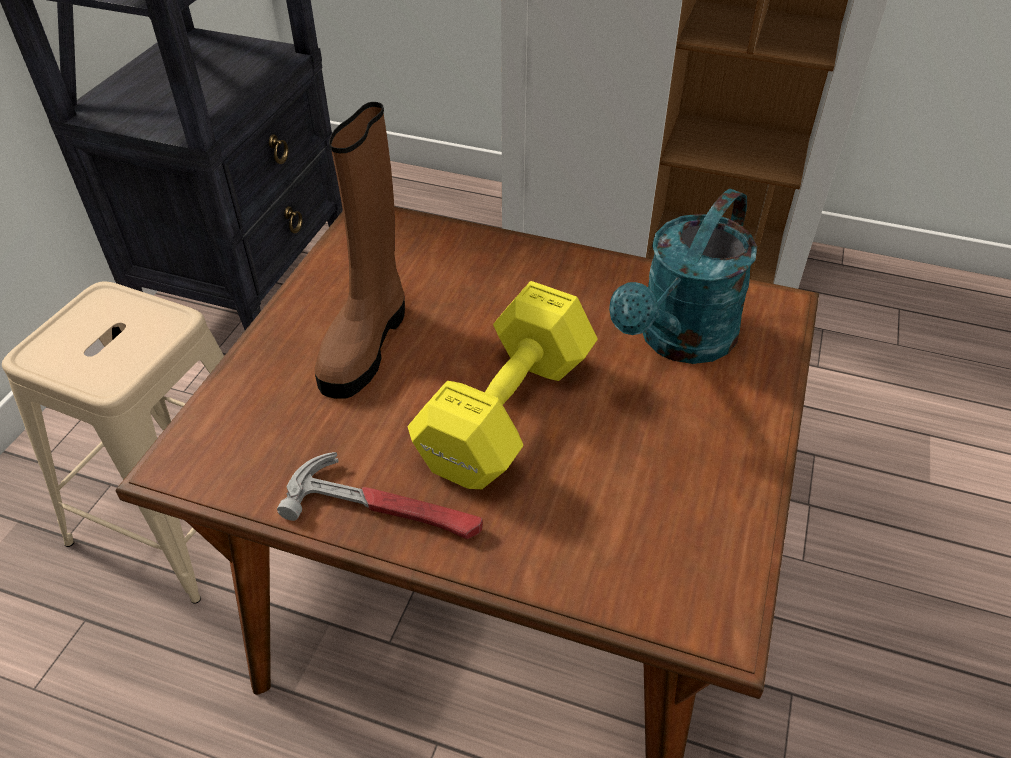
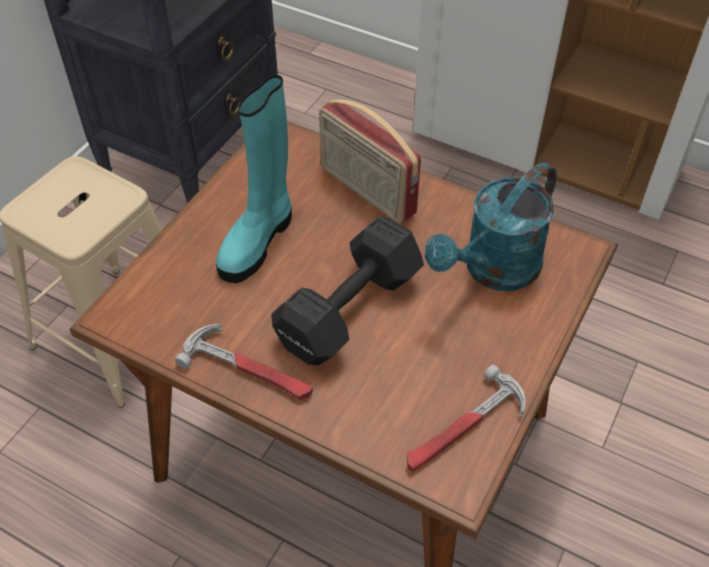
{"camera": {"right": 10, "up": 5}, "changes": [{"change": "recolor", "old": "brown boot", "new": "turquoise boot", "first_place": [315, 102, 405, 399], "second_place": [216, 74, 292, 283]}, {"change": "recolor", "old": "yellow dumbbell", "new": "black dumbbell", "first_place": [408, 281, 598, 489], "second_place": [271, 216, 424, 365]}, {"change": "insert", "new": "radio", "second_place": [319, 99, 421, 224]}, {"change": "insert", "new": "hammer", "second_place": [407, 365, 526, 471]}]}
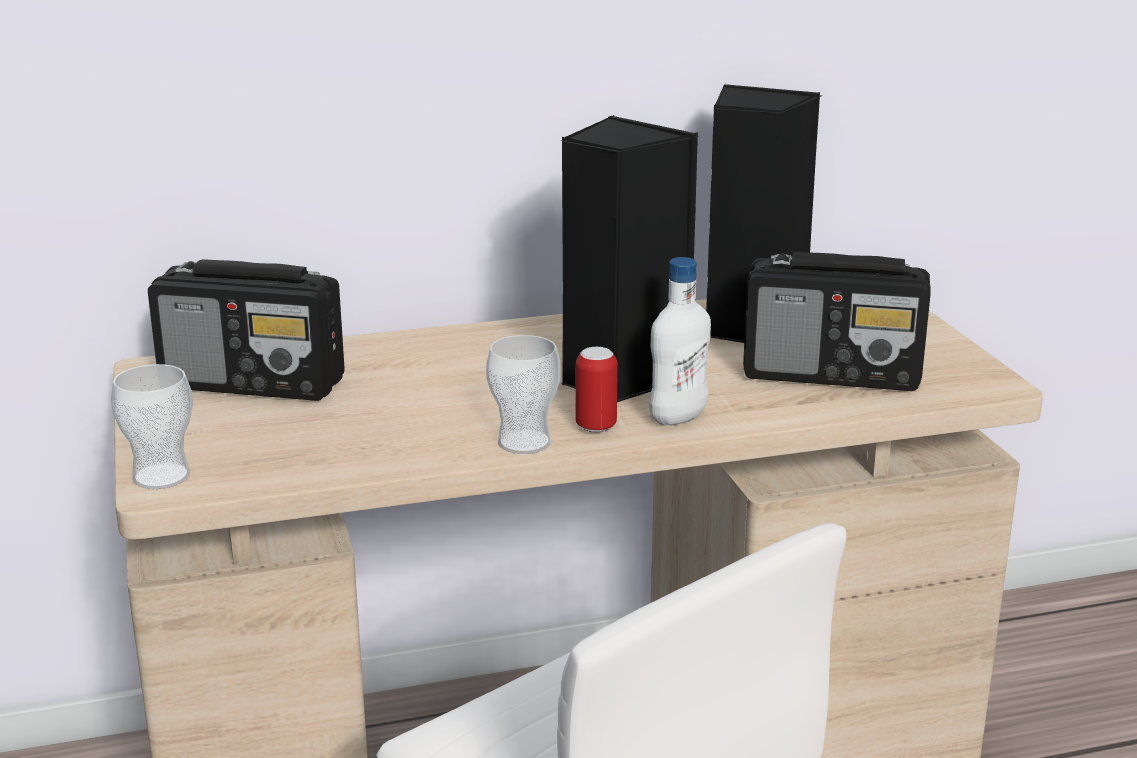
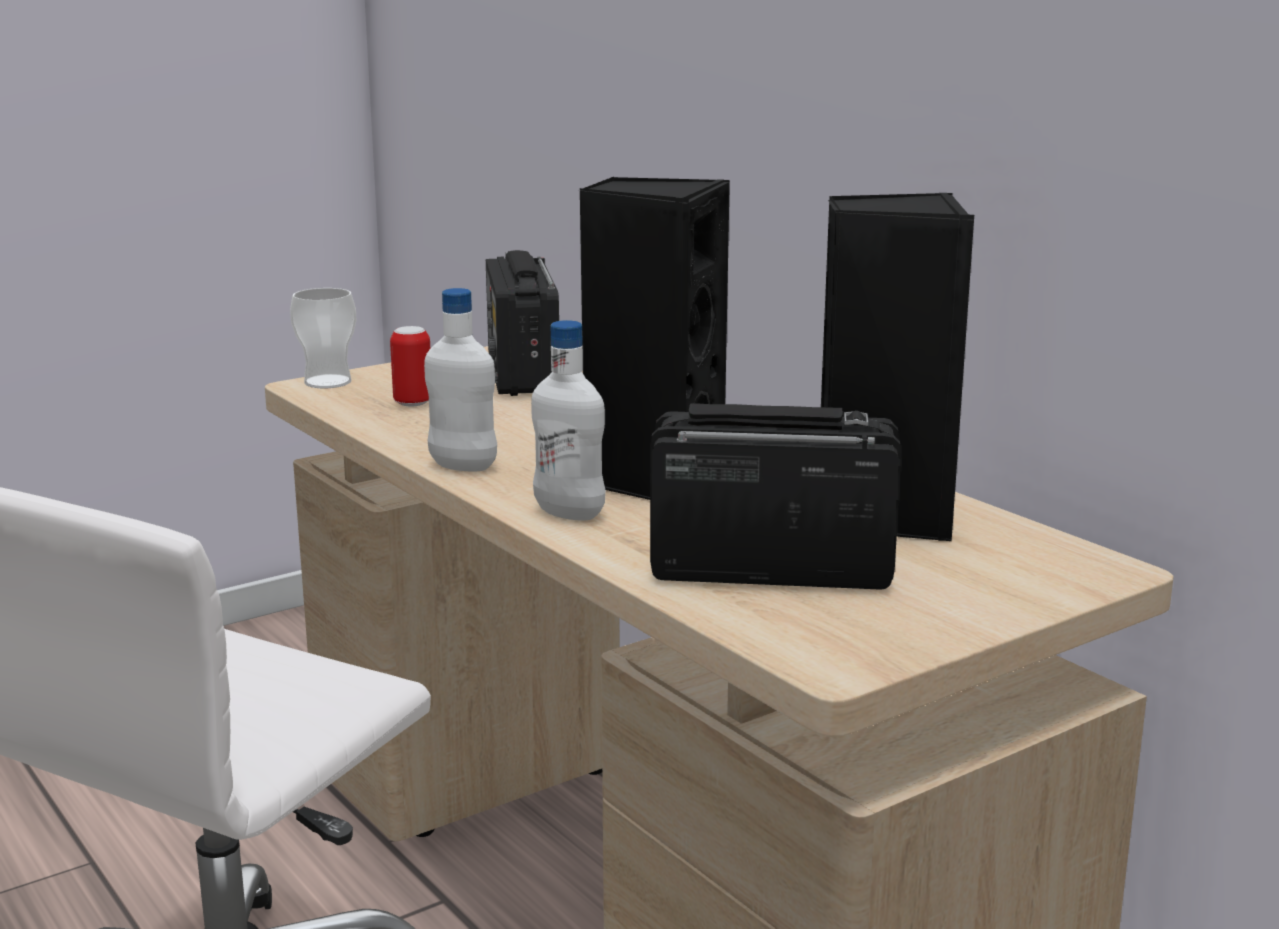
{"camera": {"right": 70, "up": -5}, "changes": [{"change": "replace", "old": "cup", "new": "white bottle", "first_place": [486, 335, 561, 454], "second_place": [424, 288, 497, 472]}, {"change": "move", "old": "can", "first_place": [576, 347, 618, 433], "second_place": [390, 326, 430, 406]}, {"change": "rotate", "old": "radio", "first_place": [743, 252, 931, 391], "second_place": [650, 404, 901, 590], "degrees": 105}]}
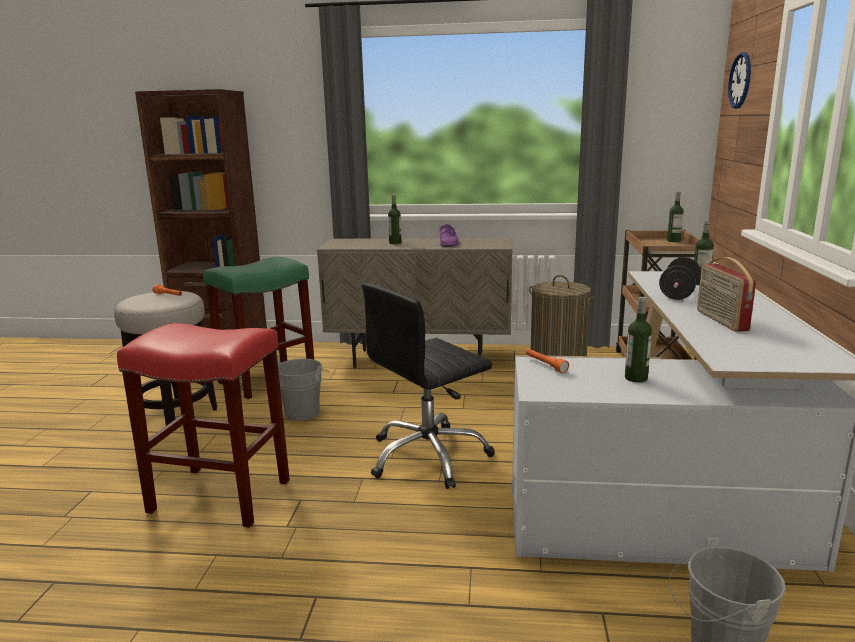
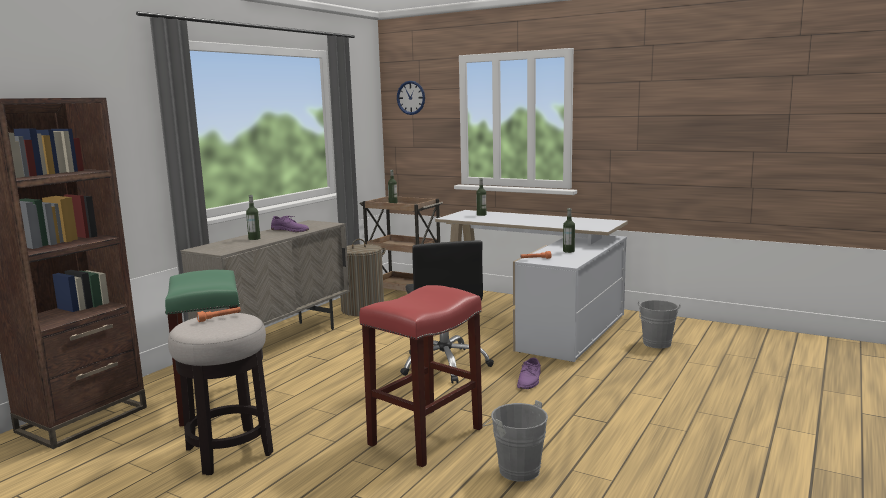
{"camera": {"right": -65, "up": -5}, "changes": [{"change": "move", "old": "grey bucket", "first_place": [277, 358, 329, 421], "second_place": [483, 400, 548, 482]}, {"change": "delete", "old": "black dumbbell", "first_place": [659, 257, 701, 300]}, {"change": "delete", "old": "radio", "first_place": [697, 257, 756, 332]}, {"change": "insert", "new": "purple shoe", "second_place": [517, 358, 541, 389]}]}
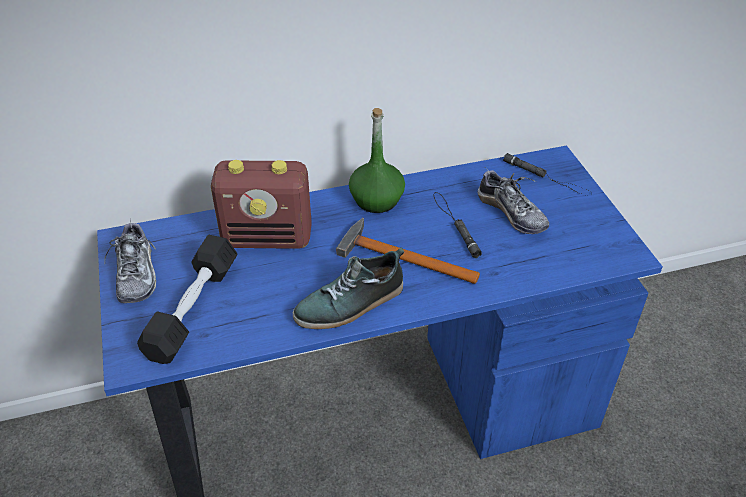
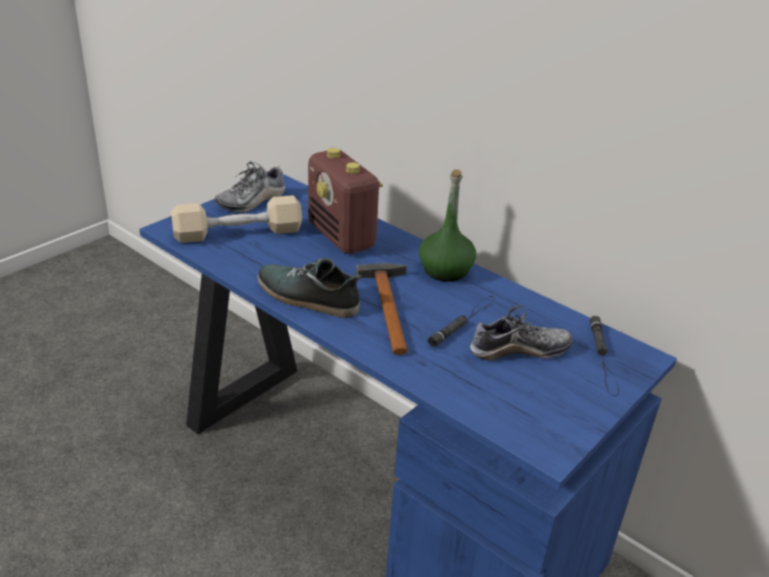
{"camera": {"right": 55, "up": -10}, "changes": [{"change": "recolor", "old": "black dumbbell", "new": "beige dumbbell", "first_place": [137, 235, 238, 364], "second_place": [171, 195, 302, 243]}, {"change": "rotate", "old": "shoe", "first_place": [478, 168, 549, 234], "second_place": [470, 304, 572, 361], "degrees": -120}]}
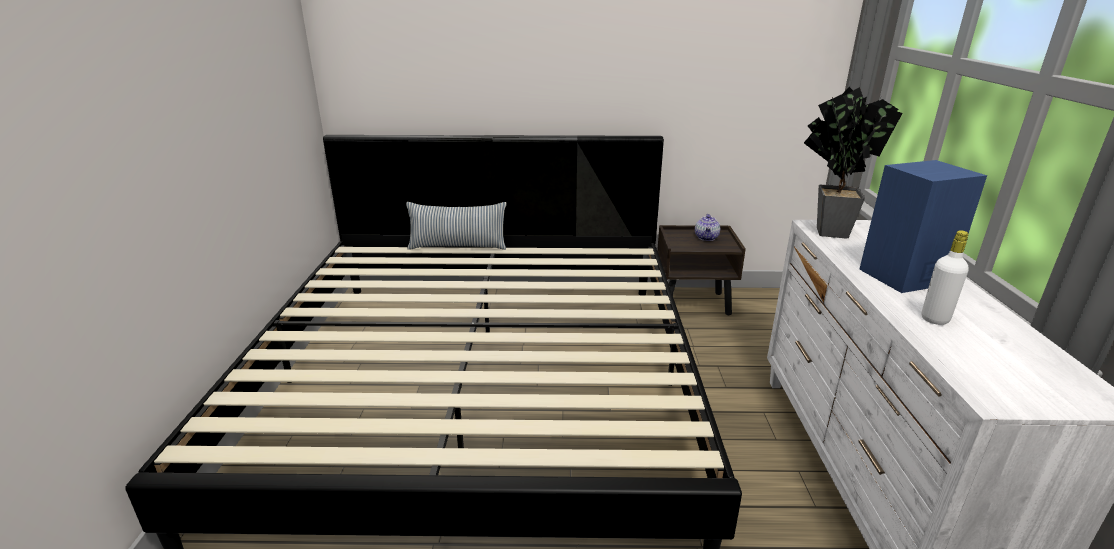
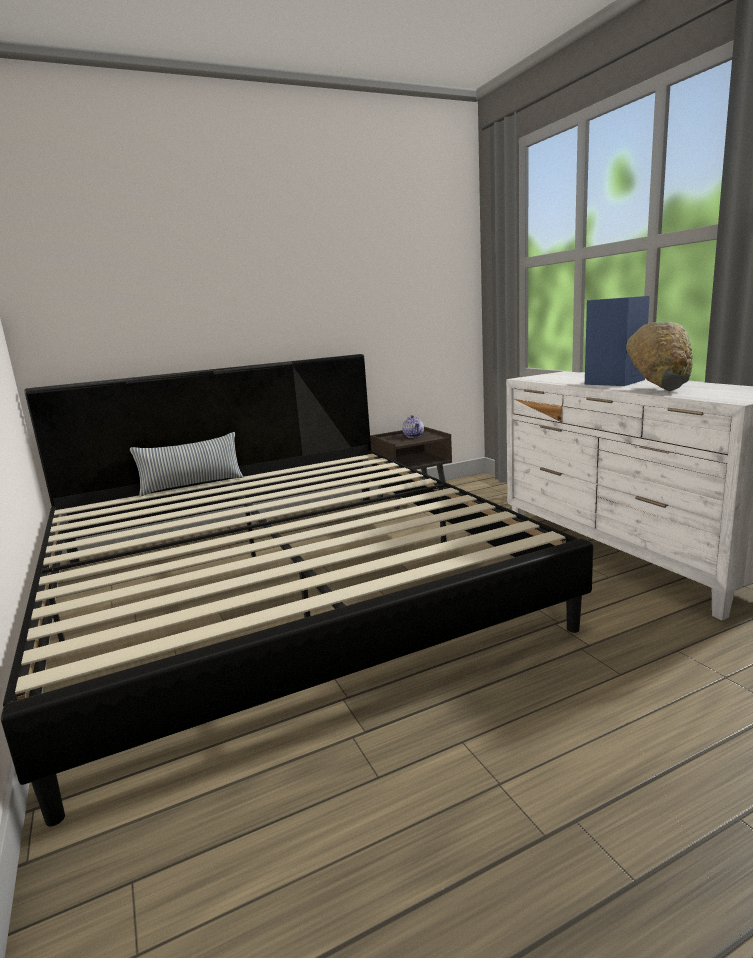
{"camera": {"right": -25, "up": -10}, "changes": [{"change": "delete", "old": "potted plant", "first_place": [804, 87, 903, 239]}, {"change": "replace", "old": "white bottle", "new": "grey bowl", "first_place": [922, 230, 969, 325], "second_place": [626, 322, 693, 391]}]}
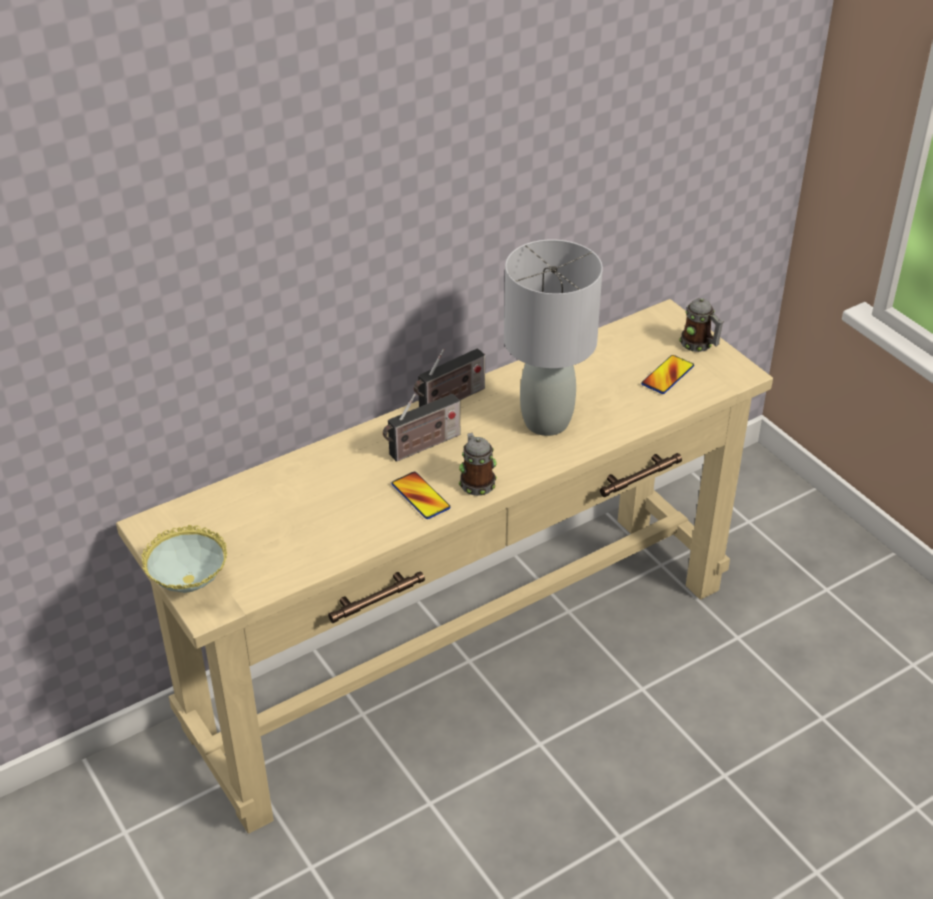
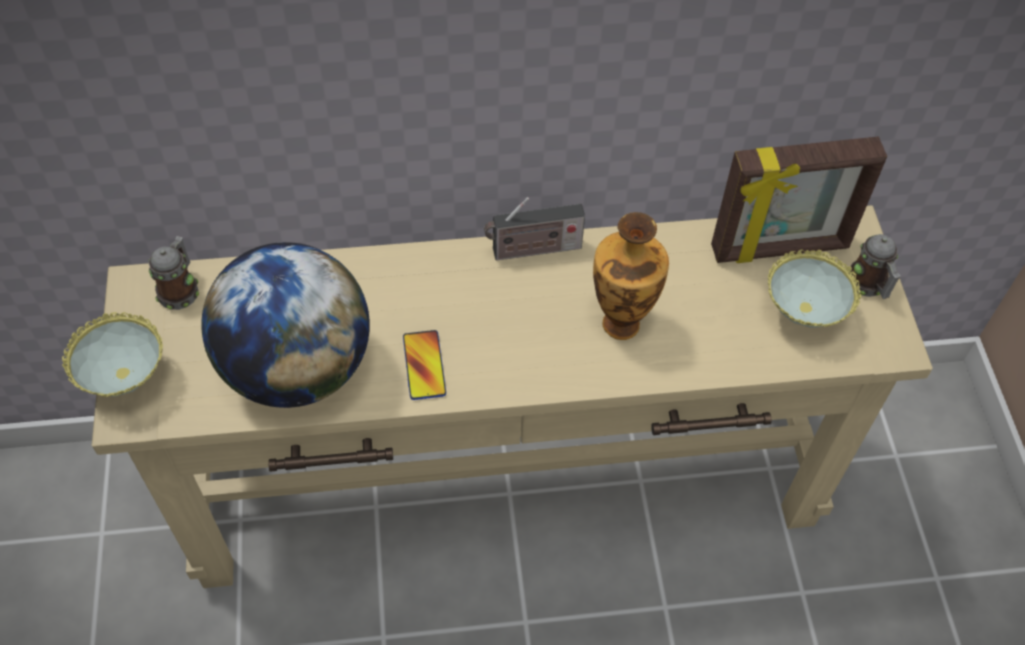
{"camera": {"right": 25, "up": 15}, "changes": [{"change": "delete", "old": "radio", "first_place": [383, 394, 460, 462]}, {"change": "move", "old": "mug", "first_place": [459, 433, 497, 496], "second_place": [148, 236, 199, 310]}, {"change": "replace", "old": "grey table lamp", "new": "vase", "first_place": [504, 239, 603, 436], "second_place": [593, 212, 669, 340]}, {"change": "replace", "old": "phone", "new": "bowl", "first_place": [641, 355, 694, 394], "second_place": [768, 250, 861, 328]}, {"change": "insert", "new": "globe", "second_place": [201, 242, 370, 408]}, {"change": "insert", "new": "picture frame", "second_place": [711, 137, 887, 263]}]}
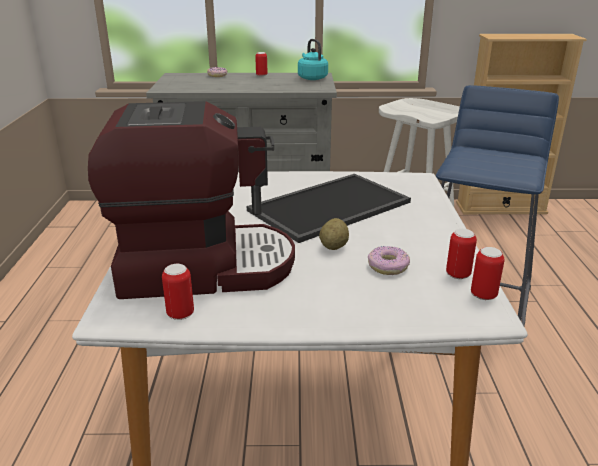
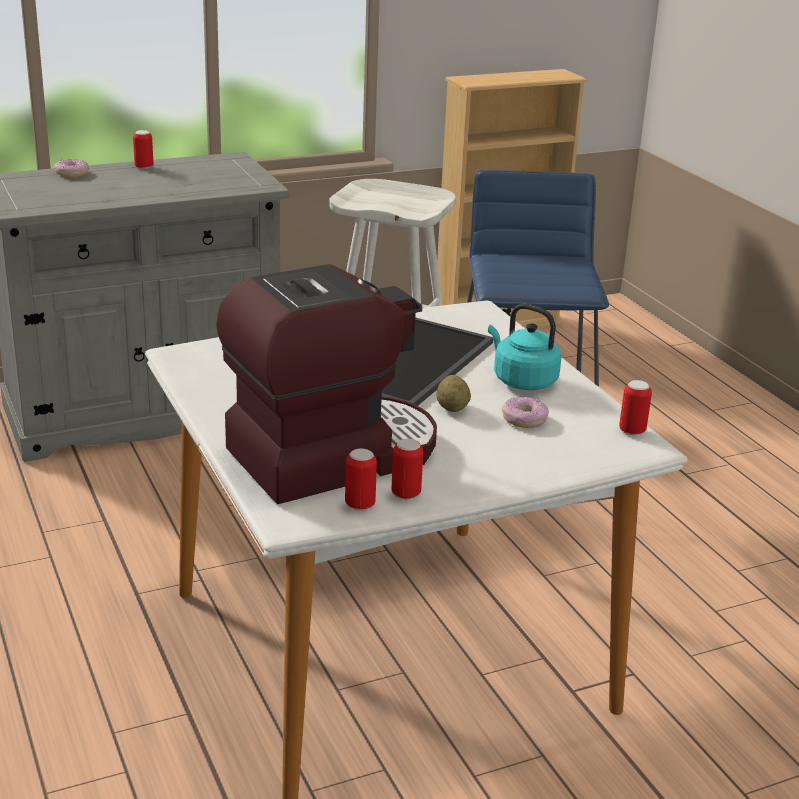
{"camera": {"right": -25, "up": 0}, "changes": [{"change": "move", "old": "turquoise kettle", "first_place": [298, 39, 328, 80], "second_place": [488, 304, 562, 390]}, {"change": "move", "old": "can", "first_place": [446, 229, 477, 279], "second_place": [391, 439, 423, 499]}]}
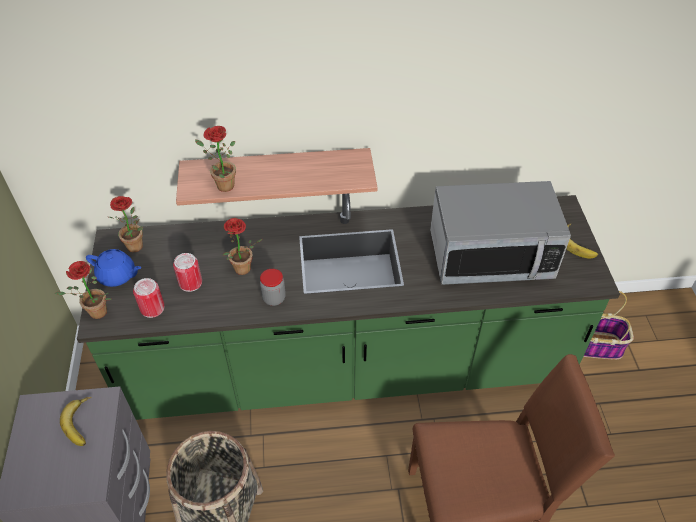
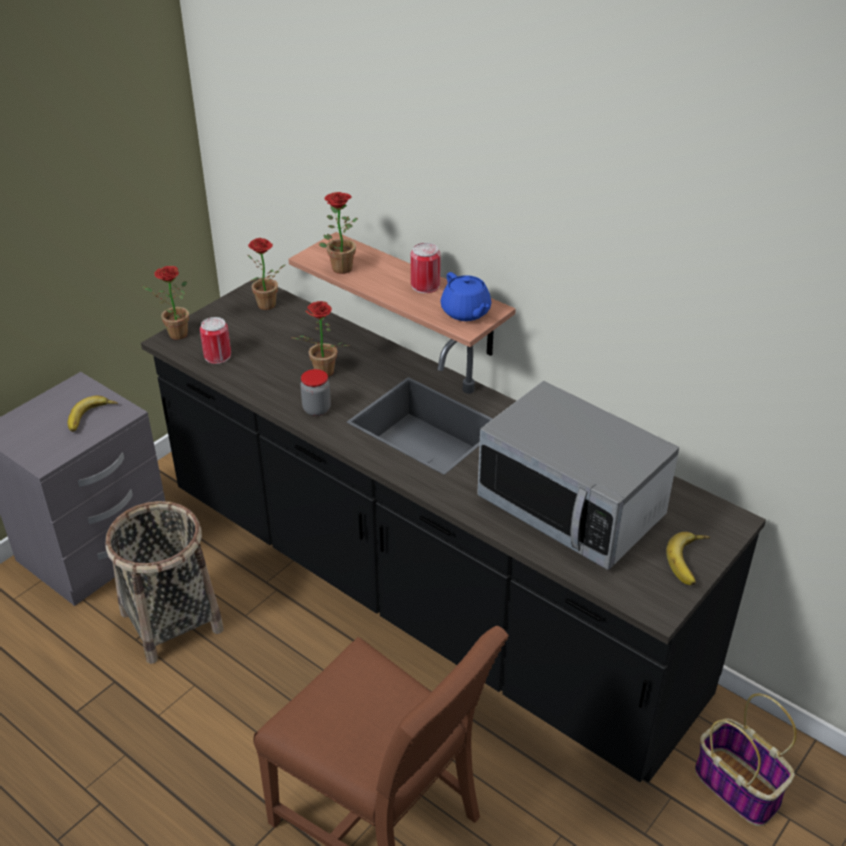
{"camera": {"right": 45, "up": -10}, "changes": [{"change": "recolor", "old": "green counter", "new": "black counter", "first_place": [77, 193, 620, 420], "second_place": [141, 278, 766, 783]}, {"change": "move", "old": "blue teapot", "first_place": [86, 249, 141, 287], "second_place": [441, 272, 491, 321]}, {"change": "move", "old": "can", "first_place": [173, 253, 202, 292], "second_place": [411, 243, 441, 293]}]}
